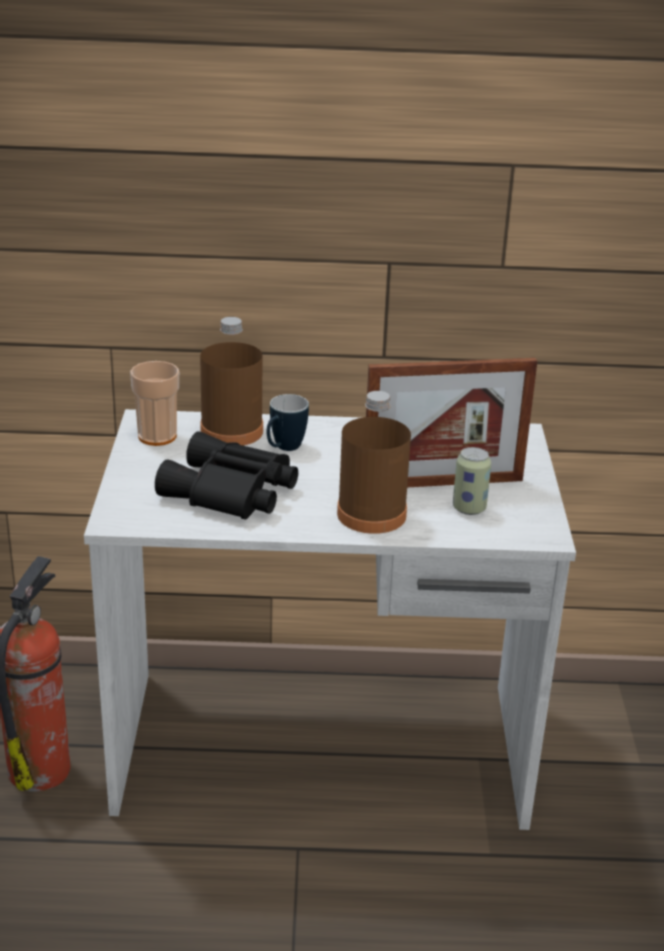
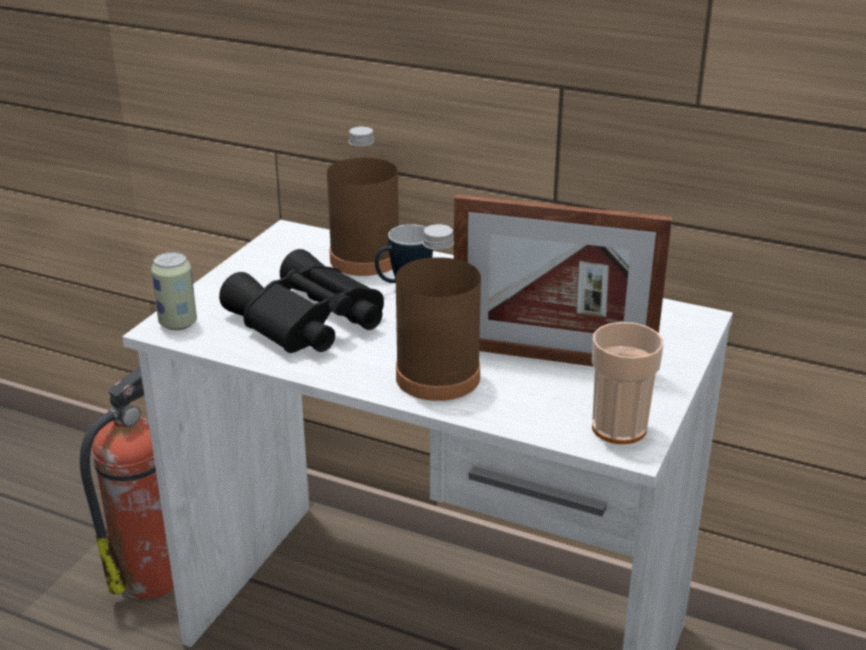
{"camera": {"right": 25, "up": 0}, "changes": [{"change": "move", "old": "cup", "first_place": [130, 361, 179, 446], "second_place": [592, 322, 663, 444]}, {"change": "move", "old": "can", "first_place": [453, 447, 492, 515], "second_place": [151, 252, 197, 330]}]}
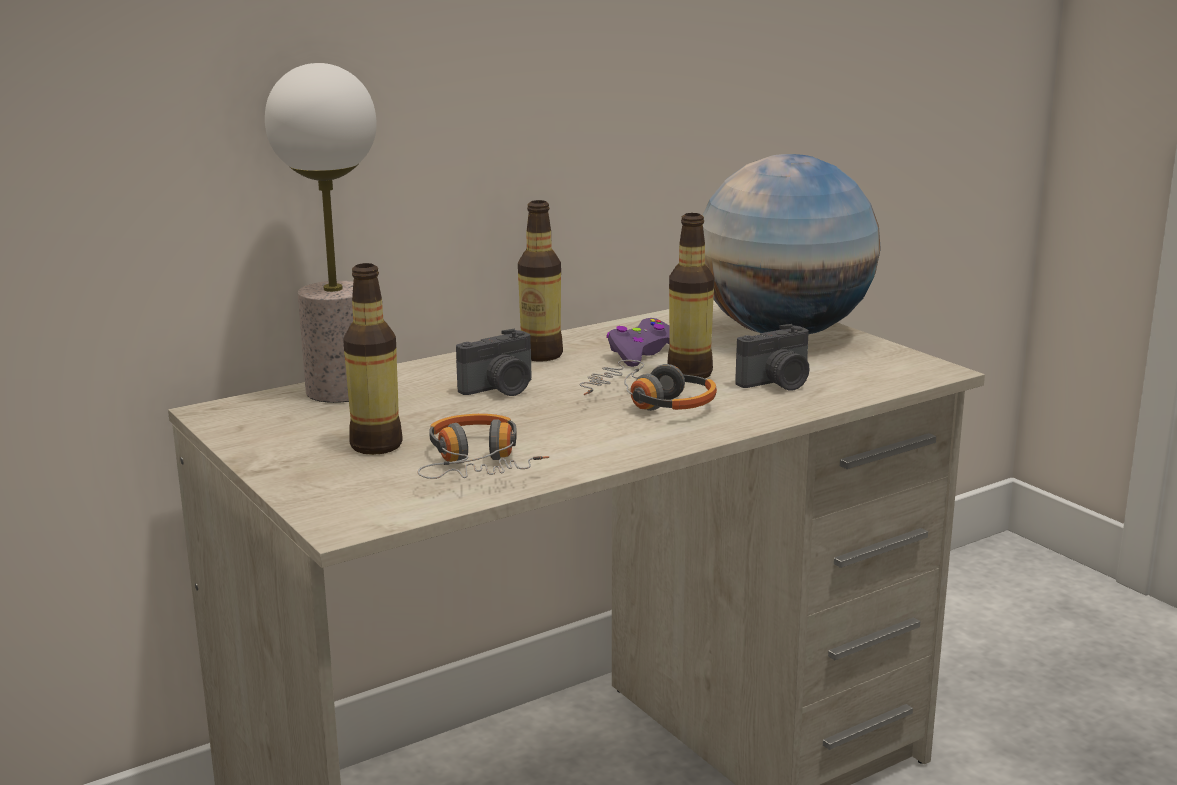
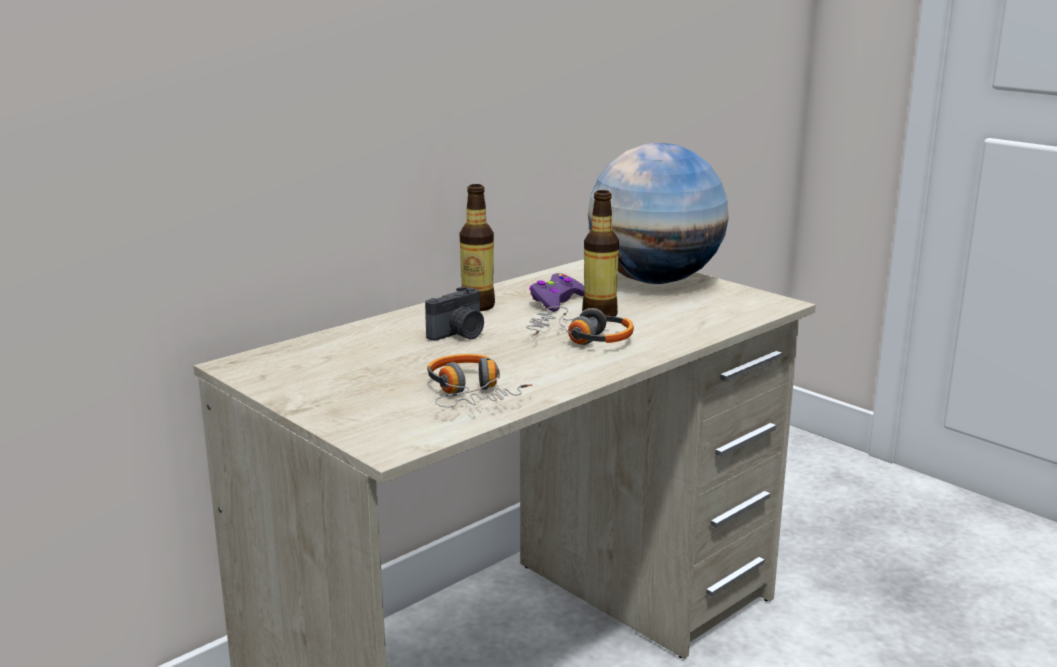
{"camera": {"right": -10, "up": 0}, "changes": [{"change": "delete", "old": "table lamp", "first_place": [265, 63, 377, 403]}, {"change": "delete", "old": "bottle", "first_place": [343, 263, 403, 455]}, {"change": "delete", "old": "photo camera", "first_place": [735, 324, 810, 391]}]}
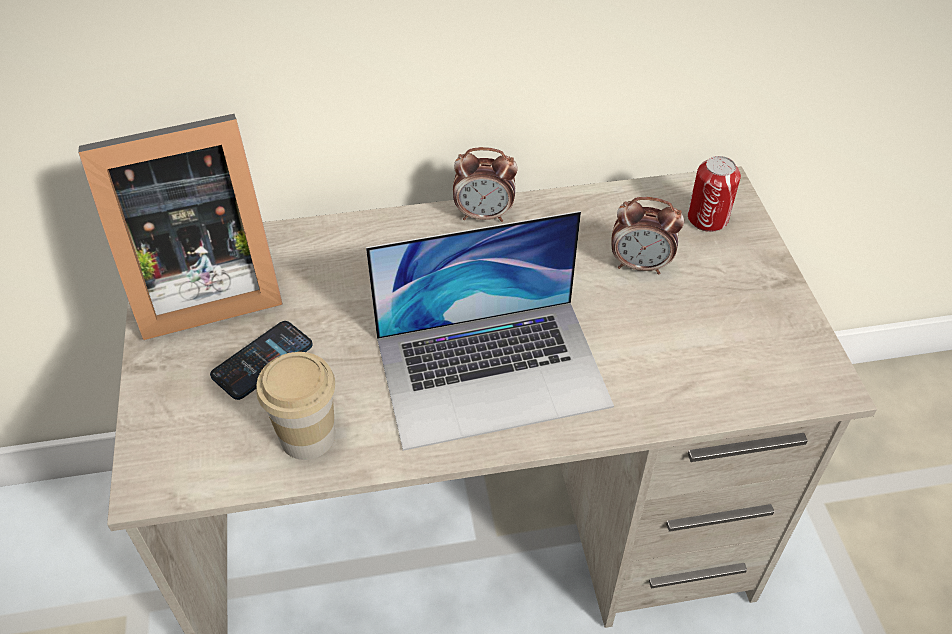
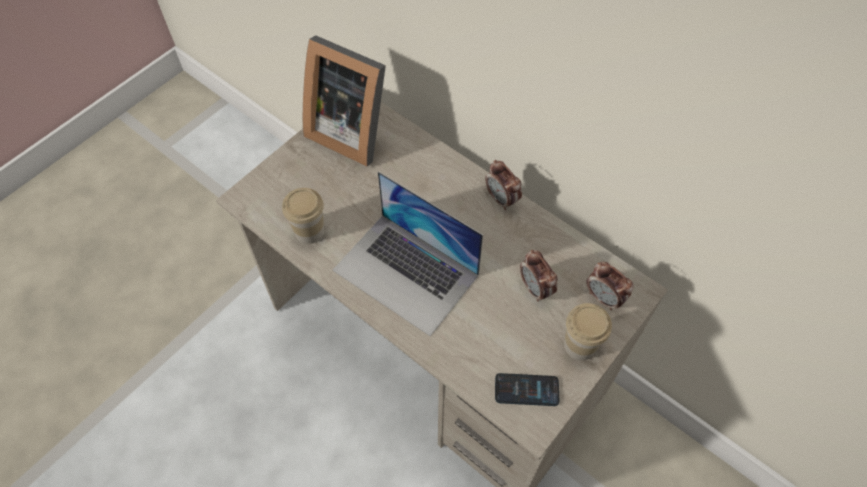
{"camera": {"right": 50, "up": 10}, "changes": [{"change": "move", "old": "phone", "first_place": [210, 321, 313, 400], "second_place": [495, 373, 559, 406]}, {"change": "replace", "old": "can", "new": "alarm clock", "first_place": [688, 156, 741, 232], "second_place": [586, 262, 633, 310]}, {"change": "insert", "new": "cup", "second_place": [564, 303, 612, 360]}]}
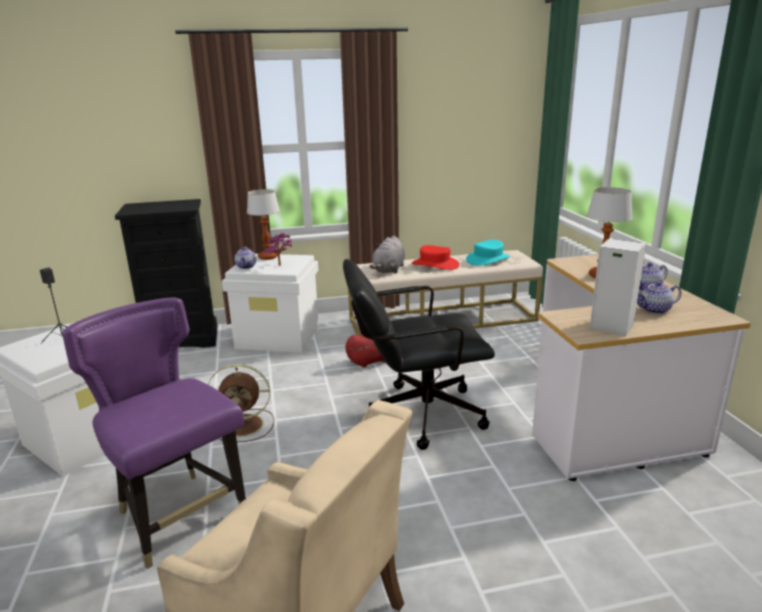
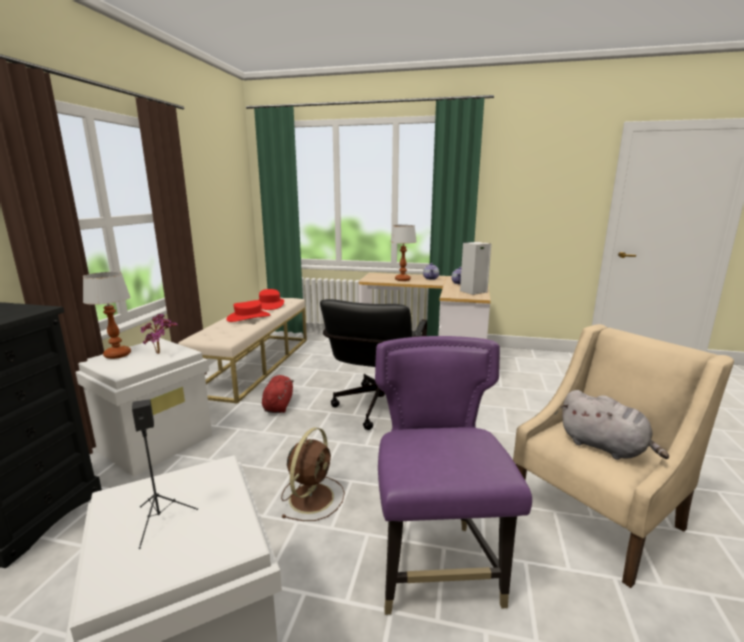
{"camera": {"right": -65, "up": -5}, "changes": [{"change": "rotate", "old": "purple chair", "first_place": [62, 297, 246, 569], "second_place": [375, 336, 532, 615], "degrees": 105}, {"change": "delete", "old": "teapot", "first_place": [235, 247, 256, 269]}, {"change": "move", "old": "grey plush toy", "first_place": [369, 236, 405, 274], "second_place": [560, 390, 669, 460]}, {"change": "recolor", "old": "turquoise hat", "new": "red hat", "first_place": [466, 240, 510, 266], "second_place": [259, 289, 284, 310]}]}
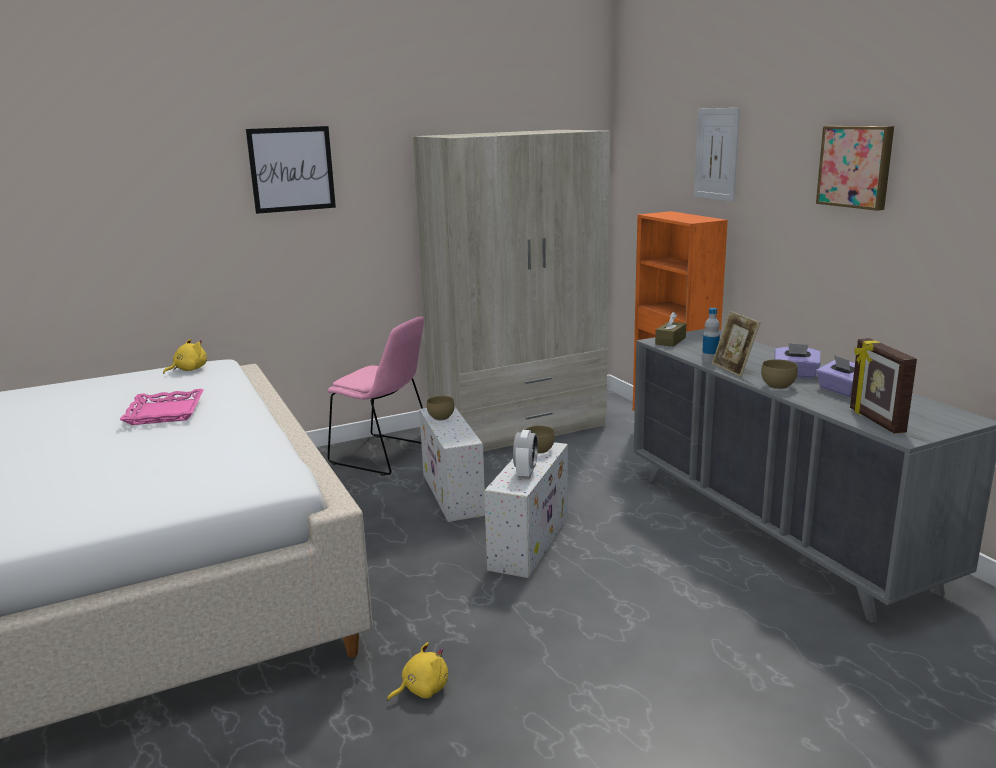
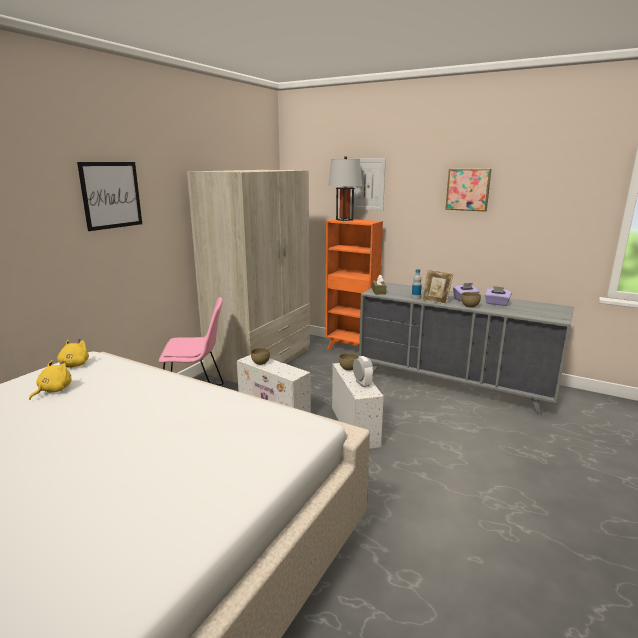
{"camera": {"right": -35, "up": 0}, "changes": [{"change": "delete", "old": "pink tray", "first_place": [119, 389, 204, 425]}, {"change": "move", "old": "yellow plush toy", "first_place": [387, 642, 448, 701], "second_place": [29, 360, 71, 400]}, {"change": "delete", "old": "picture frame", "first_place": [850, 338, 917, 434]}, {"change": "insert", "new": "grey table lamp", "second_place": [328, 156, 362, 221]}]}
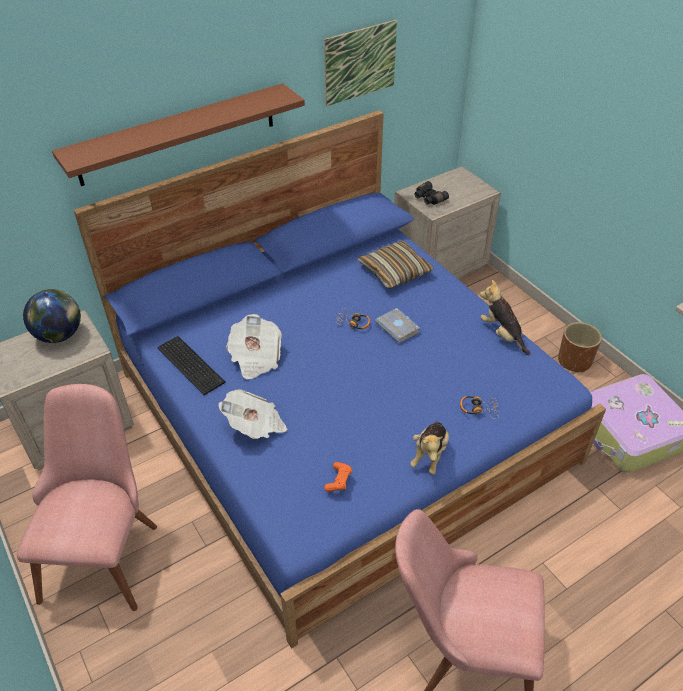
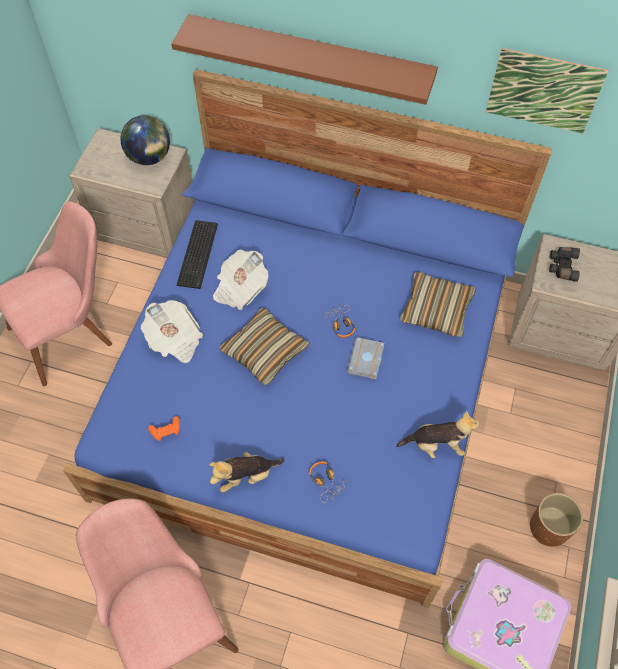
{"camera": {"right": 50, "up": 15}, "changes": [{"change": "rotate", "old": "plush toy", "first_place": [480, 280, 530, 355], "second_place": [396, 411, 479, 458], "degrees": 75}, {"change": "insert", "new": "pillow", "second_place": [219, 308, 310, 385]}]}
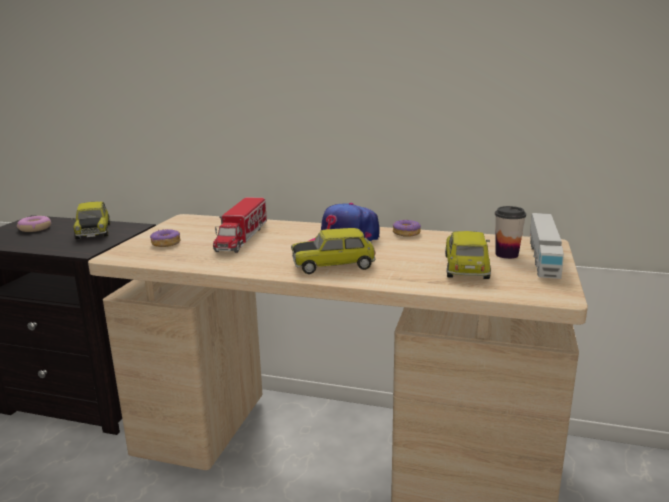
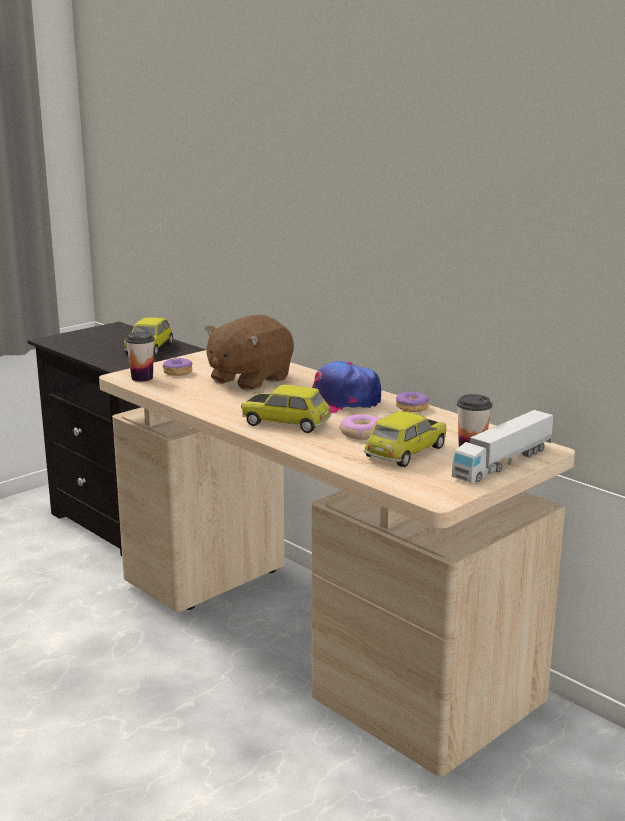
{"camera": {"right": 30, "up": 0}, "changes": [{"change": "move", "old": "donut", "first_place": [17, 216, 51, 232], "second_place": [339, 414, 380, 440]}, {"change": "replace", "old": "toy truck", "new": "brown plush toy", "first_place": [213, 197, 267, 253], "second_place": [205, 315, 294, 391]}, {"change": "insert", "new": "cup", "second_place": [126, 332, 155, 381]}]}
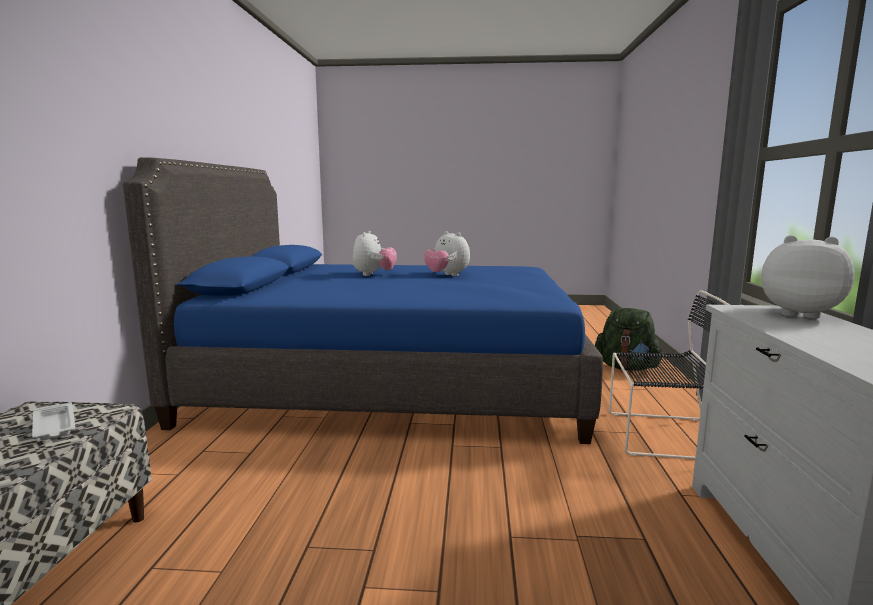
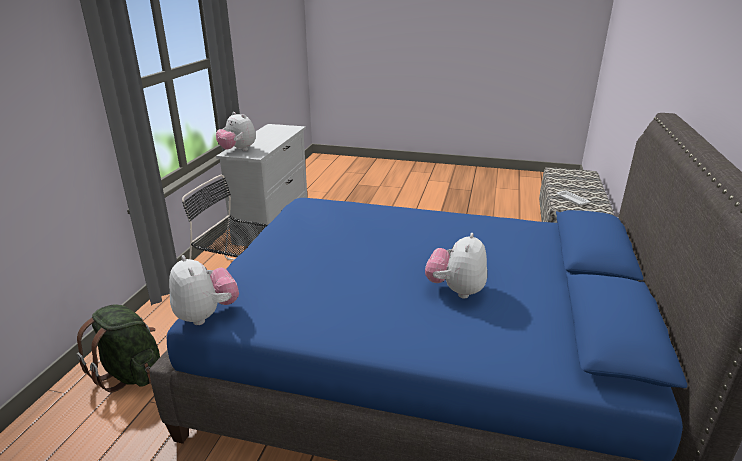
{"camera": {"right": -170, "up": 15}, "changes": [{"change": "move", "old": "plush toy", "first_place": [424, 231, 470, 276], "second_place": [169, 255, 239, 325]}]}
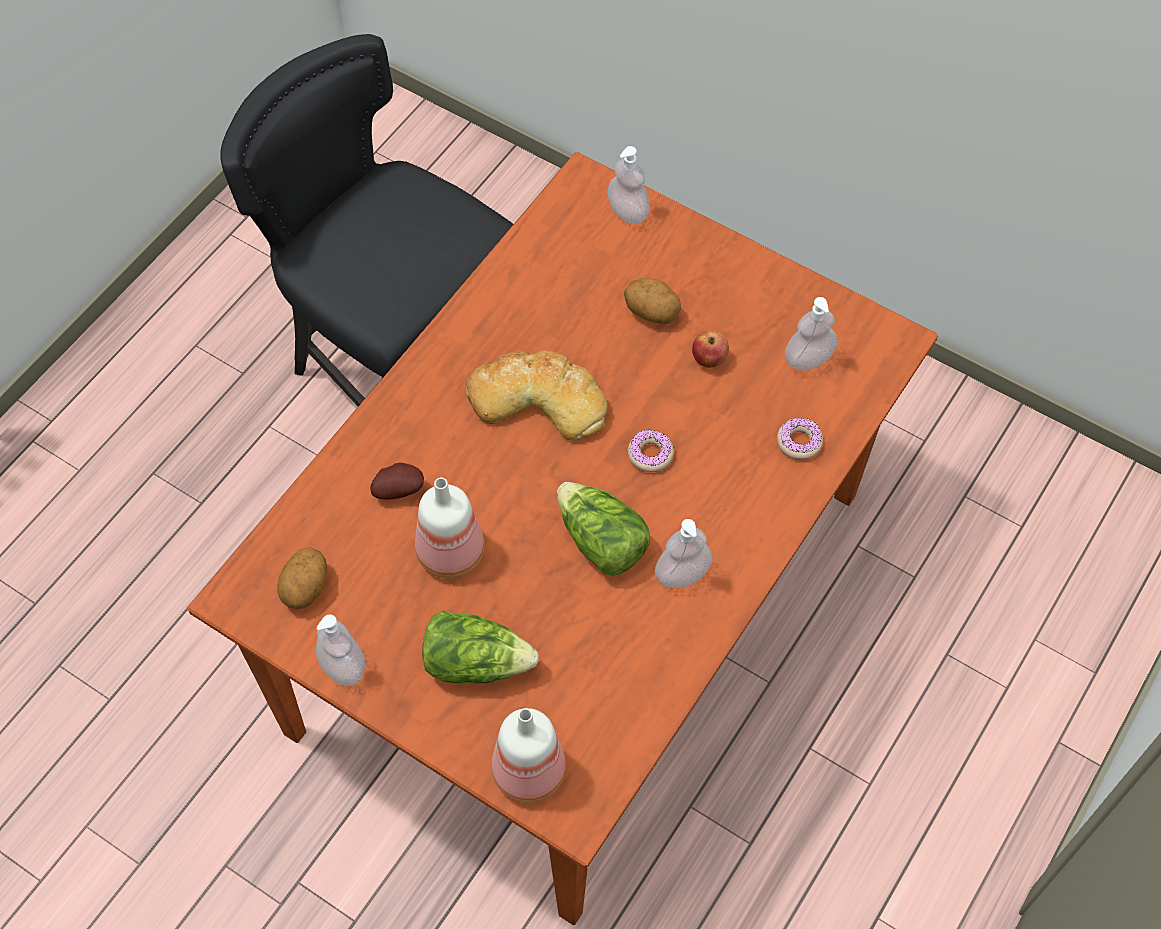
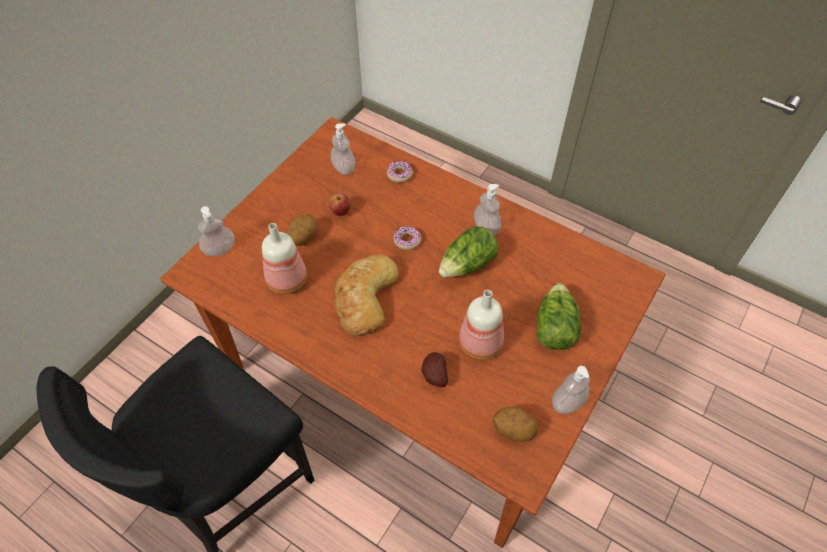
{"camera": {"right": -90, "up": -5}, "changes": [{"change": "move", "old": "bottle", "first_place": [491, 708, 566, 803], "second_place": [262, 223, 307, 294]}]}
